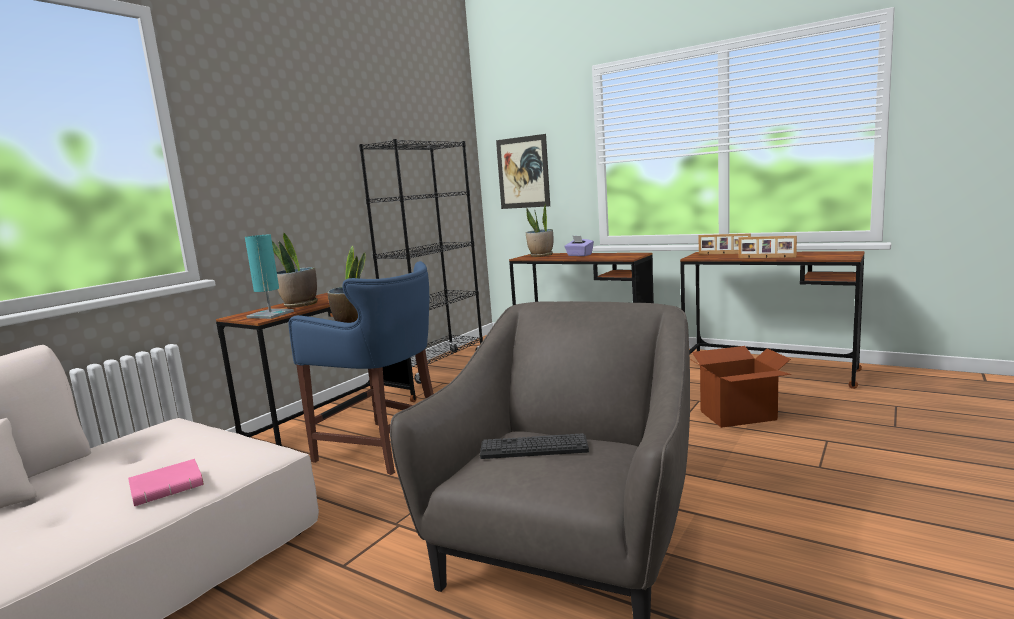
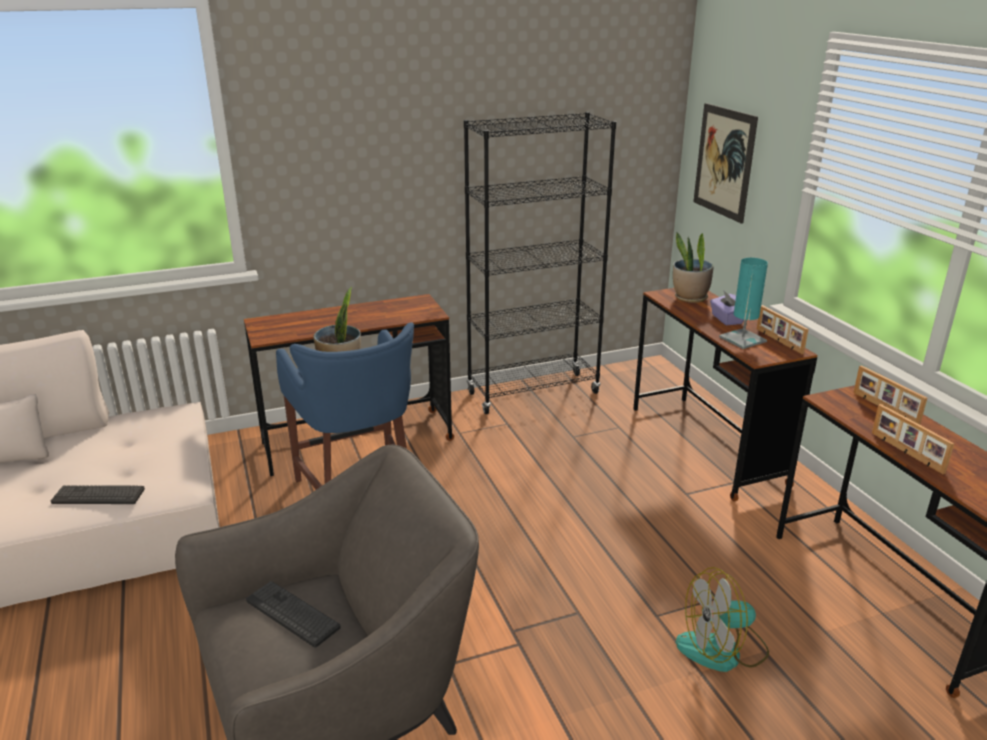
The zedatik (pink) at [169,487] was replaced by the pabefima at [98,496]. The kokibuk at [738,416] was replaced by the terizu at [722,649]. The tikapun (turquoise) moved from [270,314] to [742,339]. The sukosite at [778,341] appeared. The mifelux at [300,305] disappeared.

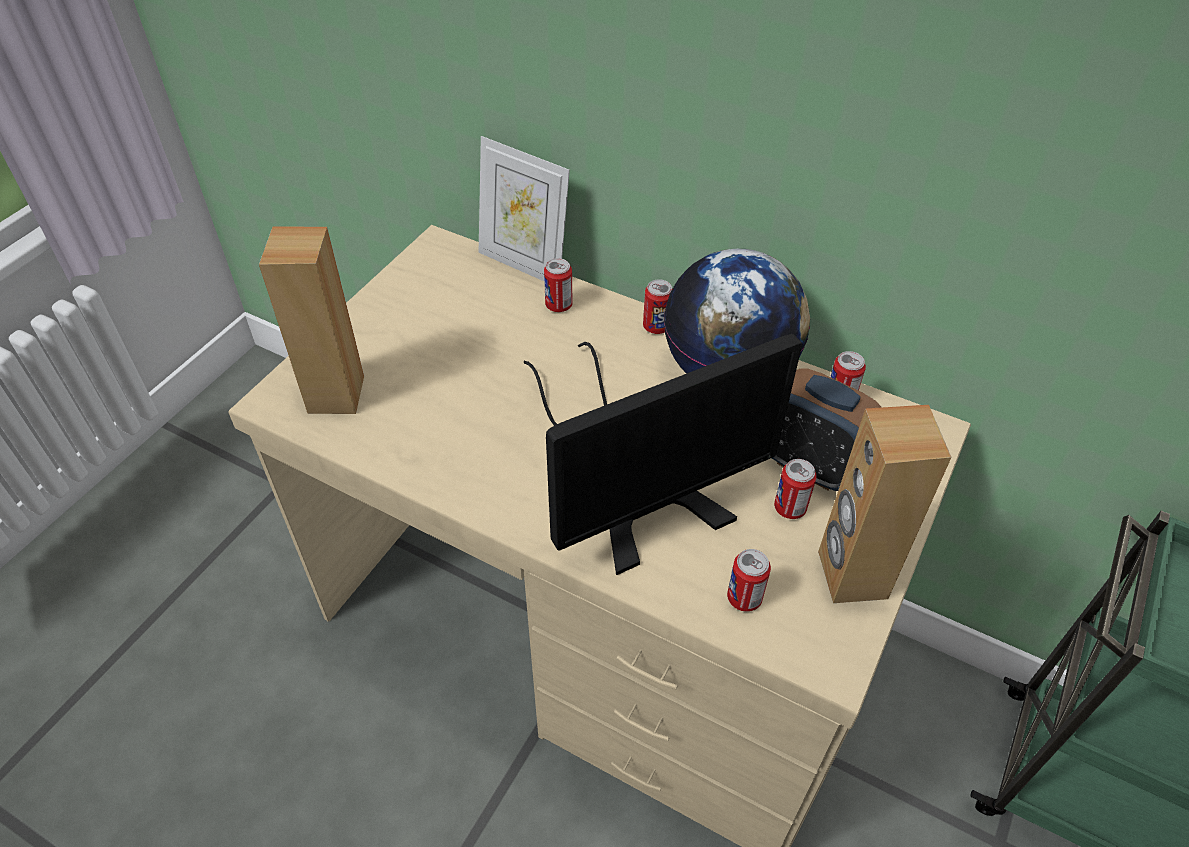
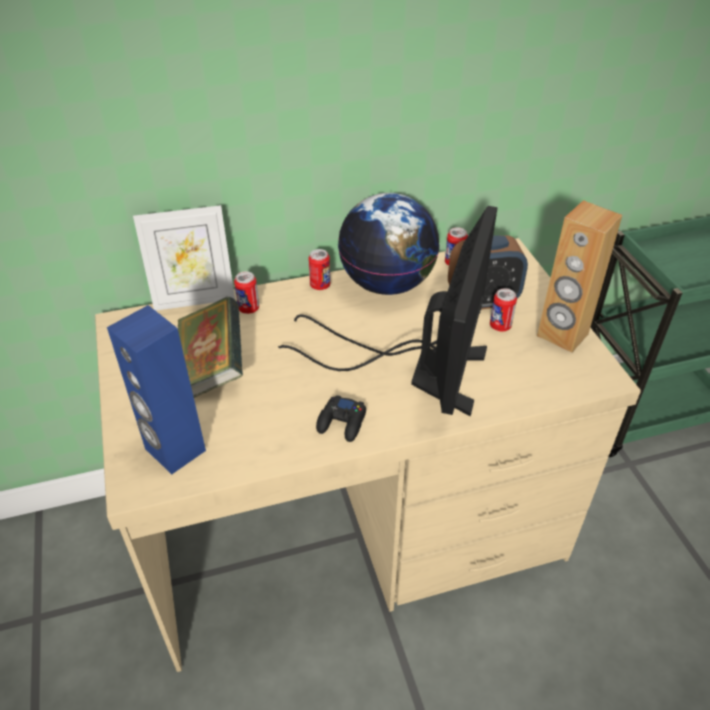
The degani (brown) at [335,394] became the degani (blue) at [174,450]. The zedatik at [213,369] appeared. The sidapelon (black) at [342,423] appeared. The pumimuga at [744,598] disappeared.

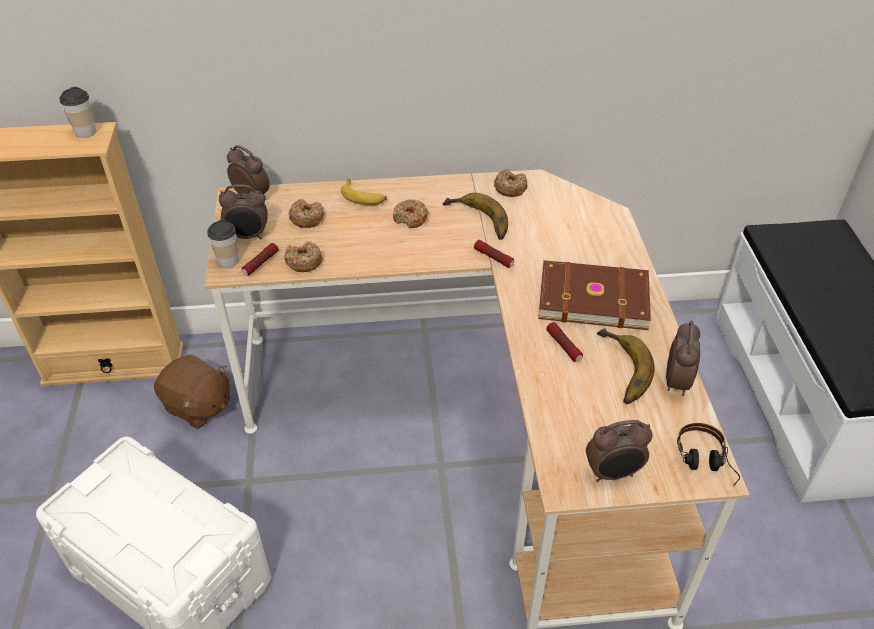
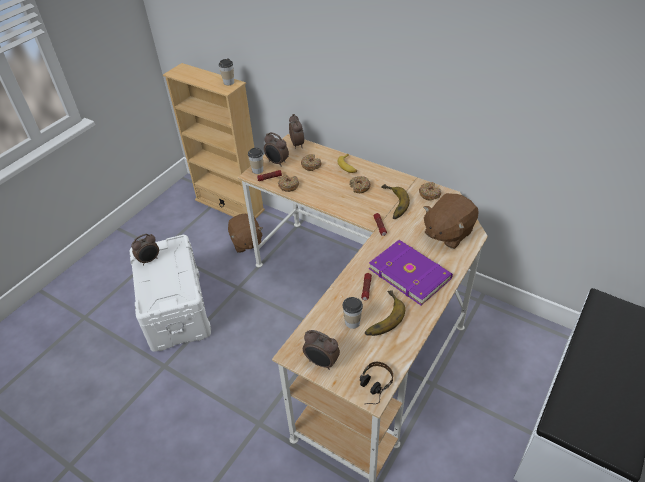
The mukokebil moved from [677,382] to [149,260]. The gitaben at [352,322] appeared. The zedatik (brown) at [592,297] became the zedatik (purple) at [410,272]. The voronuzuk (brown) at [447,233] appeared.

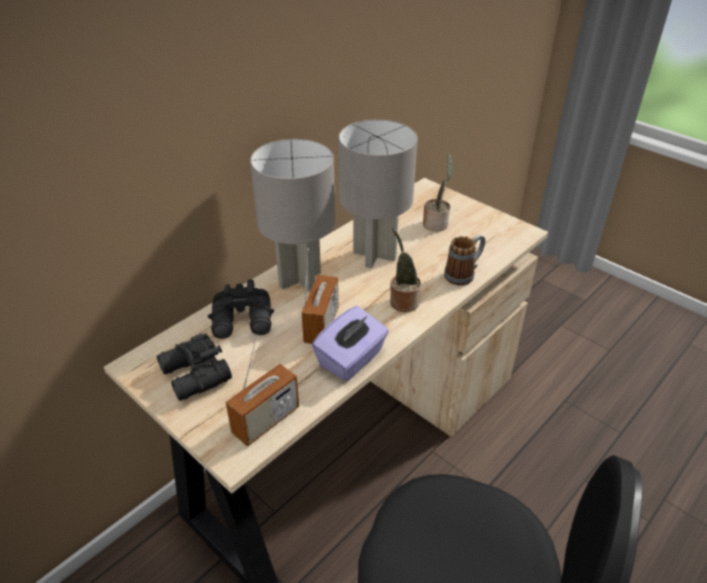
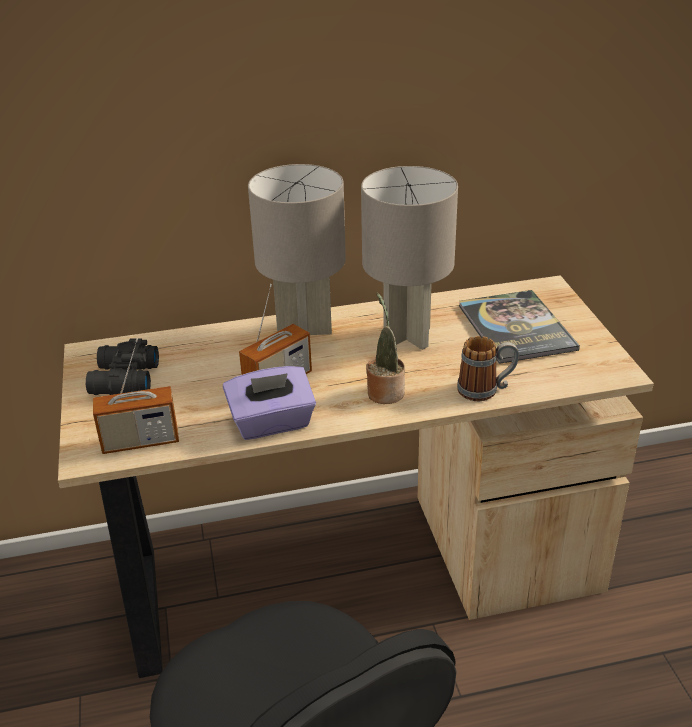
The mifelux at [436,223] was replaced by the zedatik at [516,328]. The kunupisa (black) at [244,322] disappeared.

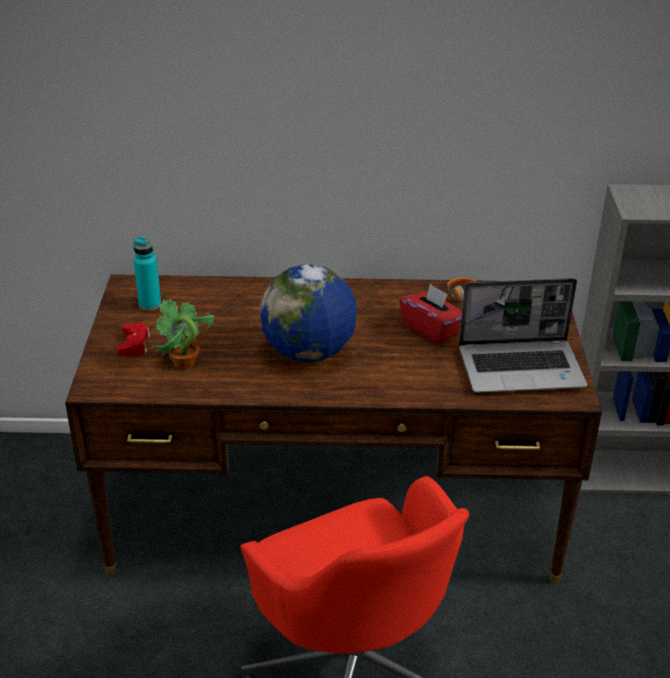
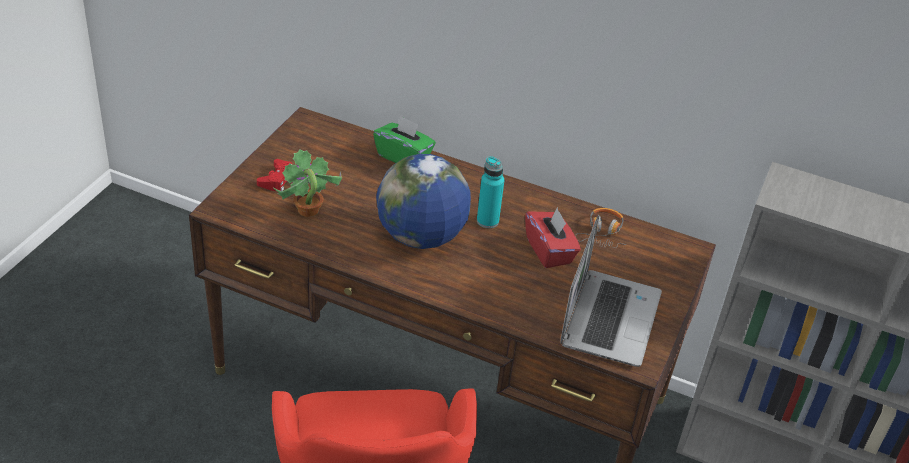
The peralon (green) at [403,157] appeared. The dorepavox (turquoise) moved from [150,304] to [487,221]. The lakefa at [522,367] turned 90 degrees counterclockwise.

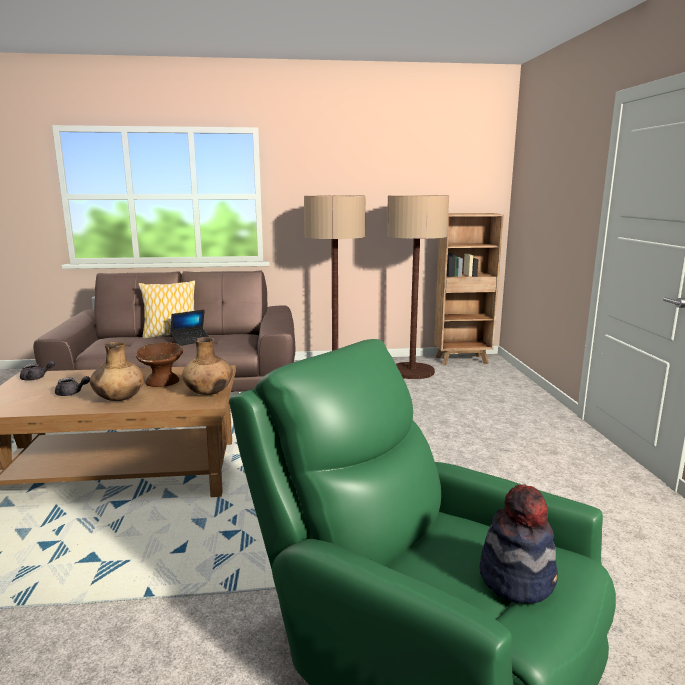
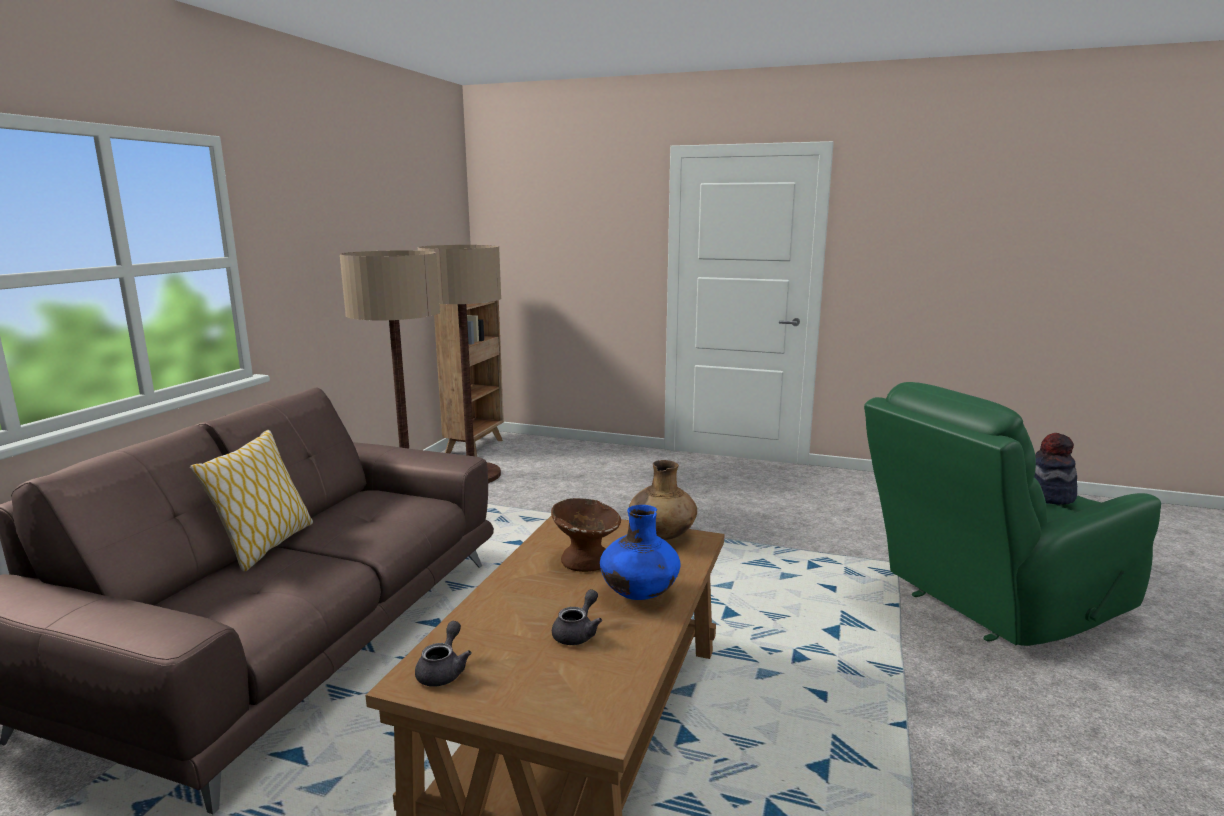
The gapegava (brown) at [119,399] became the gapegava (blue) at [639,594]. The lakefa at [191,340] disappeared.

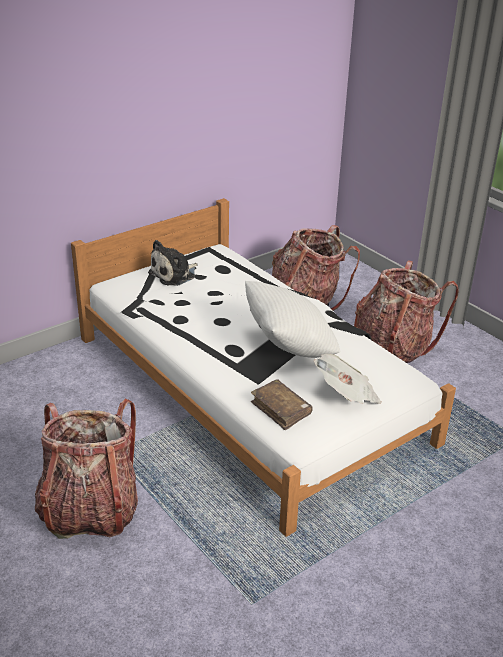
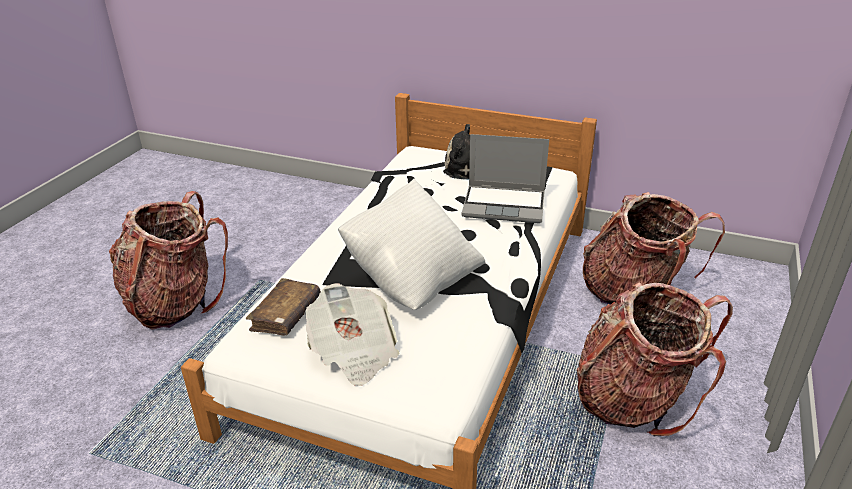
The lakefa at [505,205] appeared.

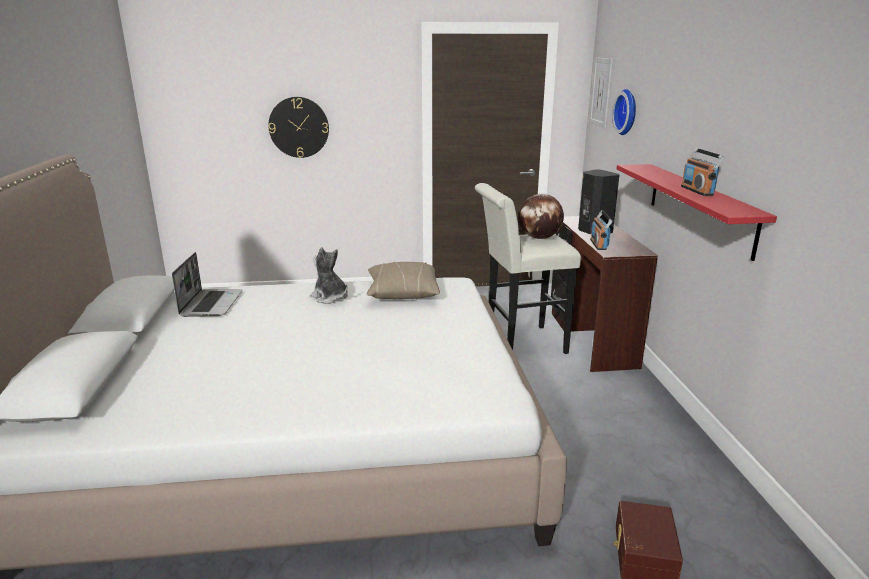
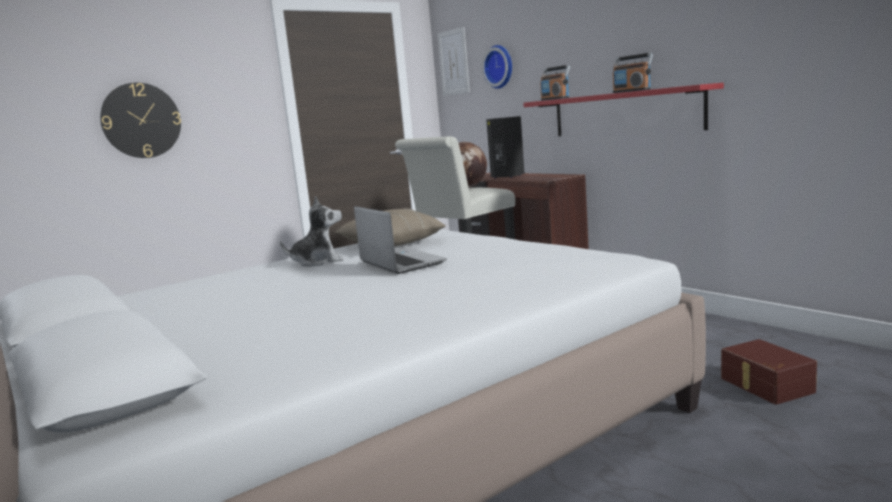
The voronuzuk at [330,297] turned 150 degrees clockwise. The lakefa moved from [211,304] to [400,263]. The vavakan moved from [598,244] to [555,99].

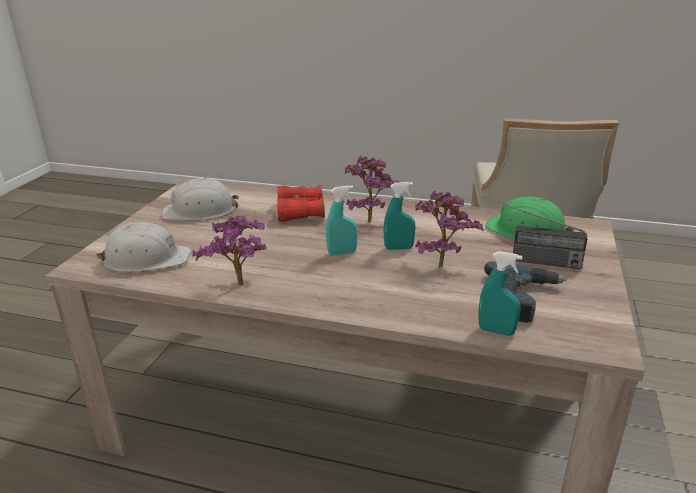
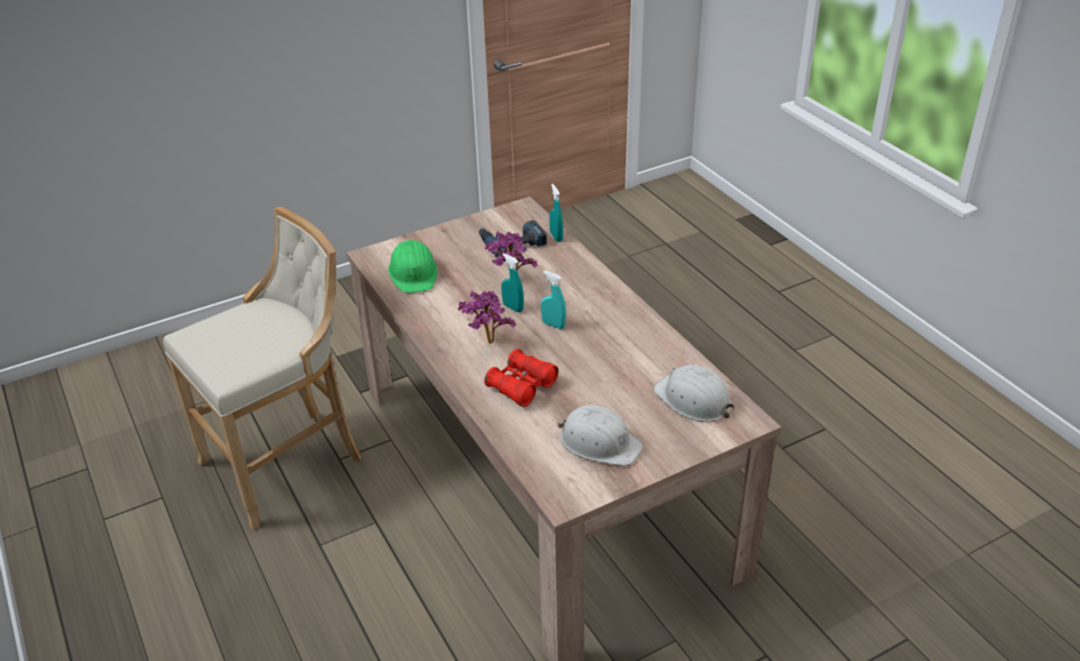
The mifelux at [240,287] disappeared. The vavakan at [527,259] disappeared.

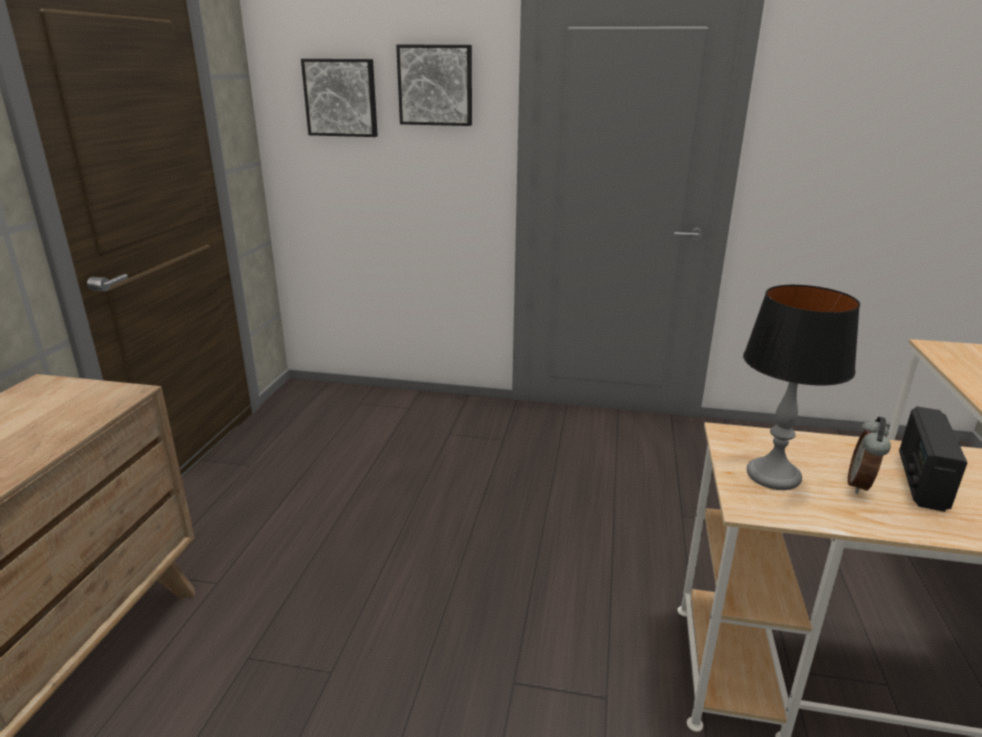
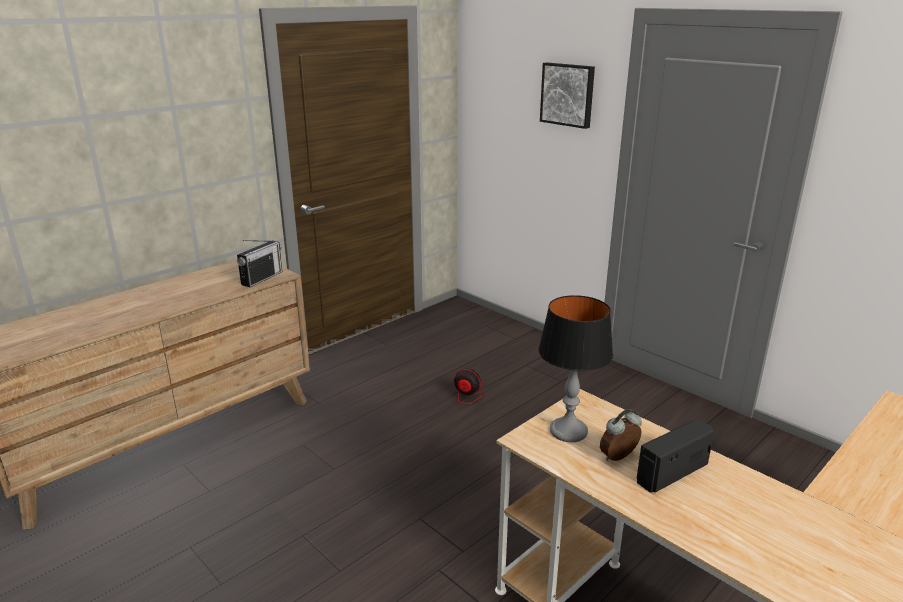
The vavakan at [262,278] appeared. The terizu at [454,401] appeared. The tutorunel at [341,98] disappeared.

